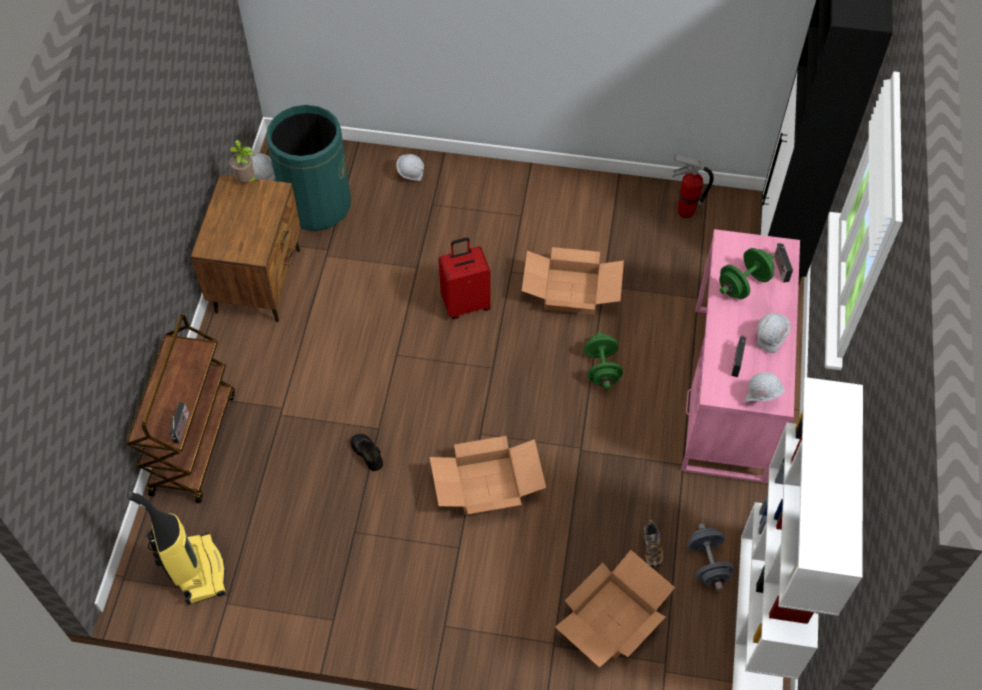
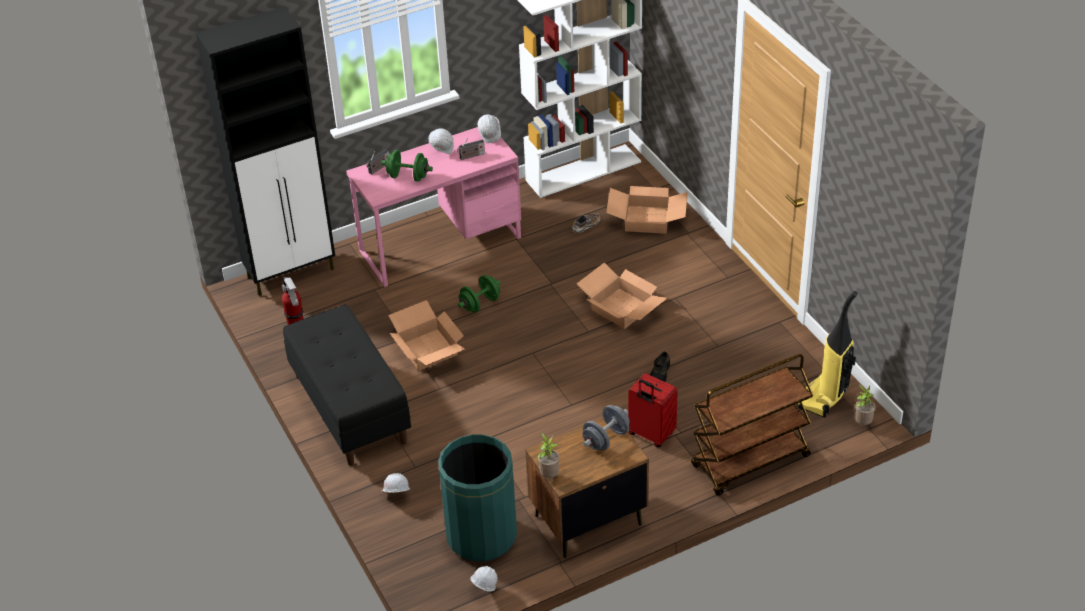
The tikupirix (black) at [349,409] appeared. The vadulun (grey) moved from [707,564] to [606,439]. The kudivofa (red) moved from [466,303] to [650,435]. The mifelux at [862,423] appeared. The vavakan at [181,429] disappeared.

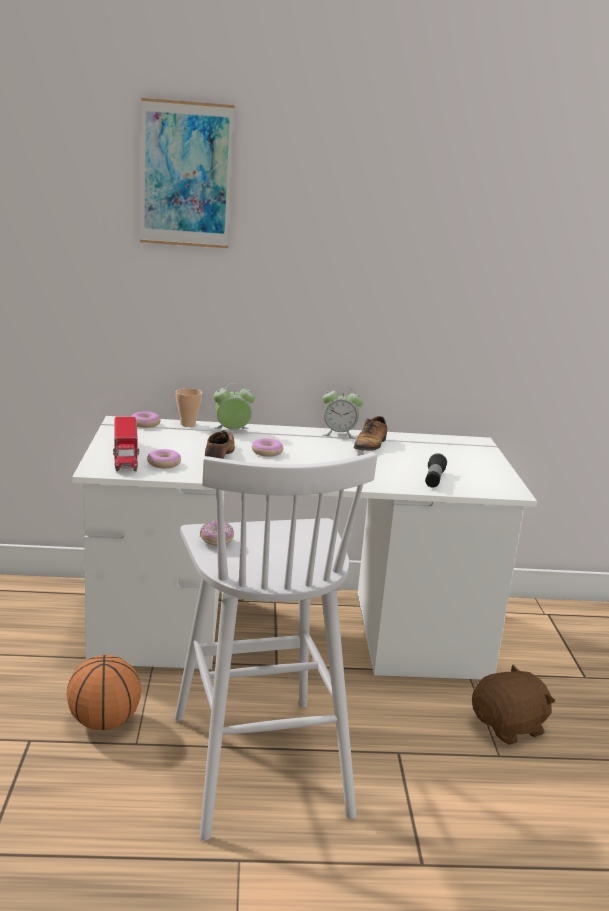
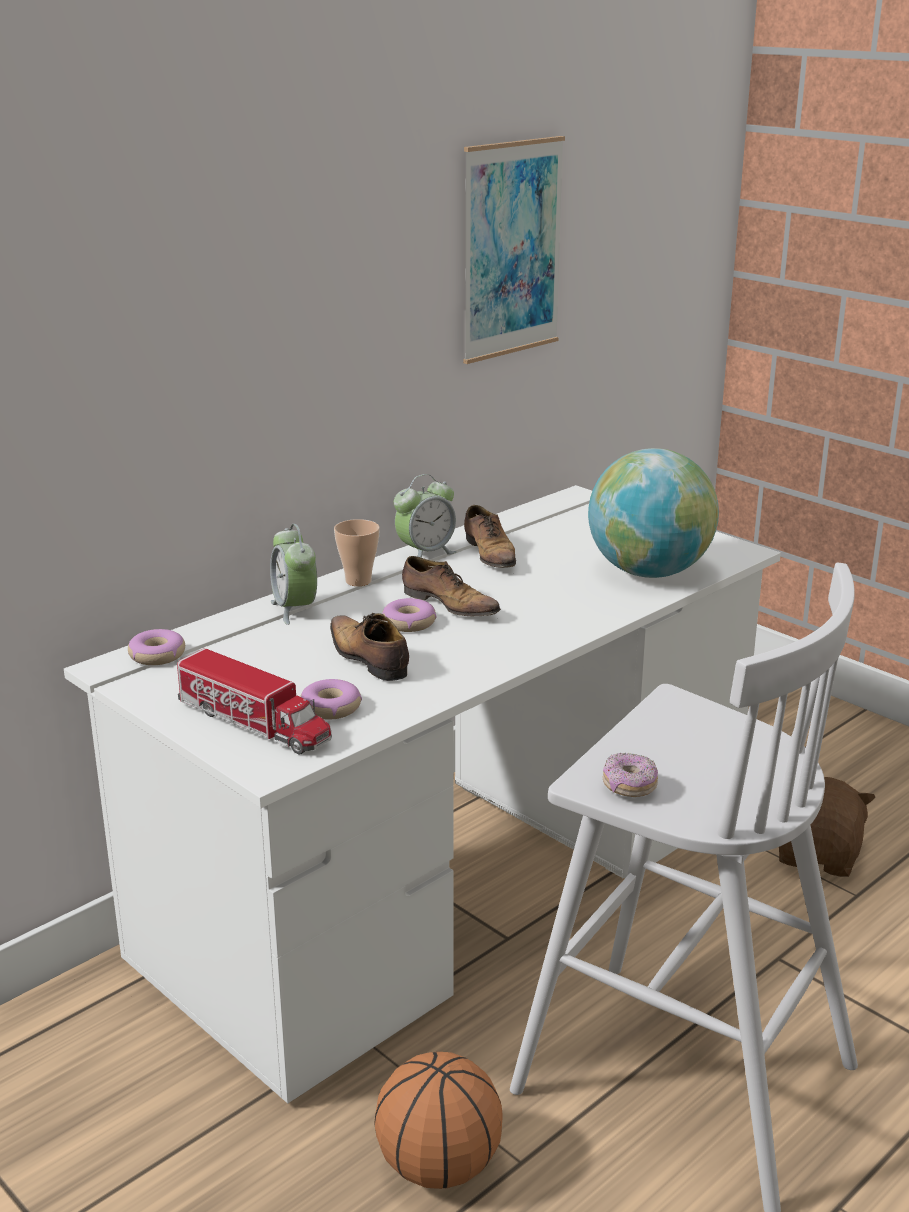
The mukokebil at [232,431] turned 60 degrees counterclockwise. The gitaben moved from [188,424] to [358,581]. The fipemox at [449,604] appeared. The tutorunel moved from [186,175] to [512,249]. The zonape at [434,479] was replaced by the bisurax at [648,572].

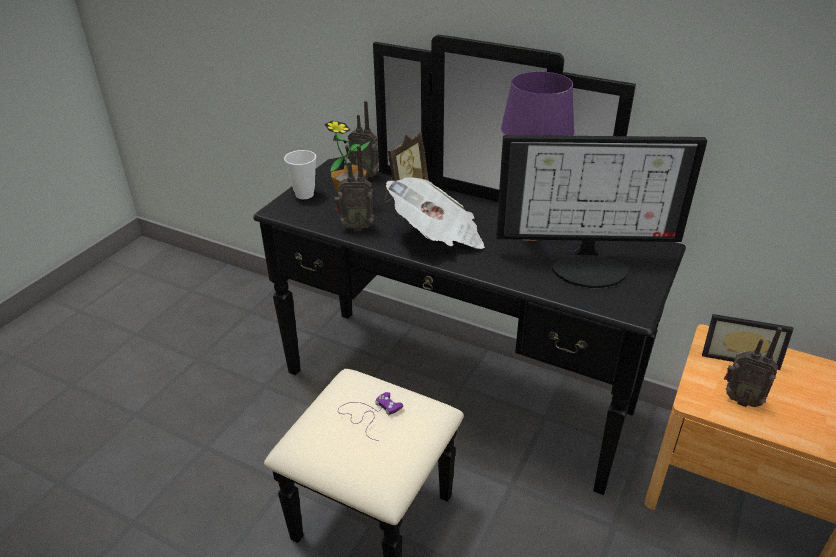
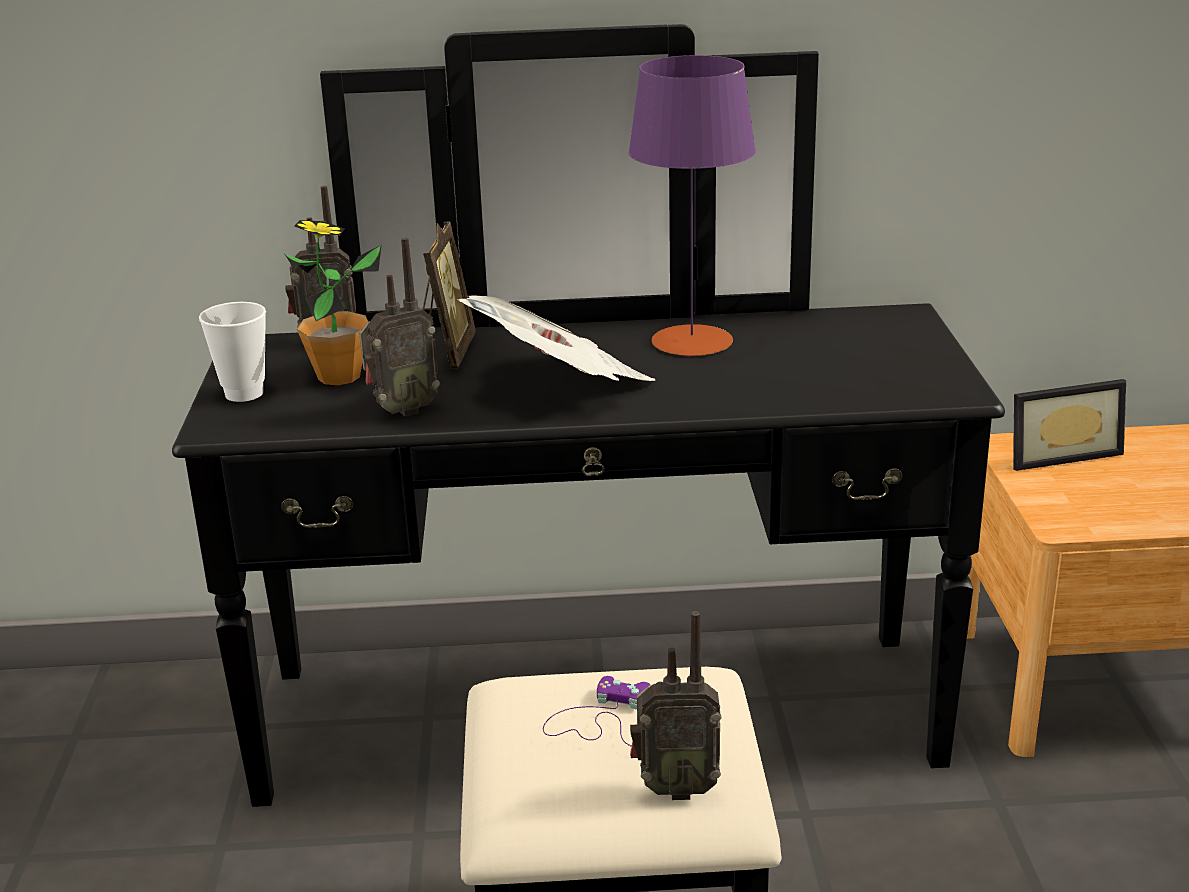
The vavakan moved from [740,399] to [675,788]. The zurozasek at [590,266] disappeared.

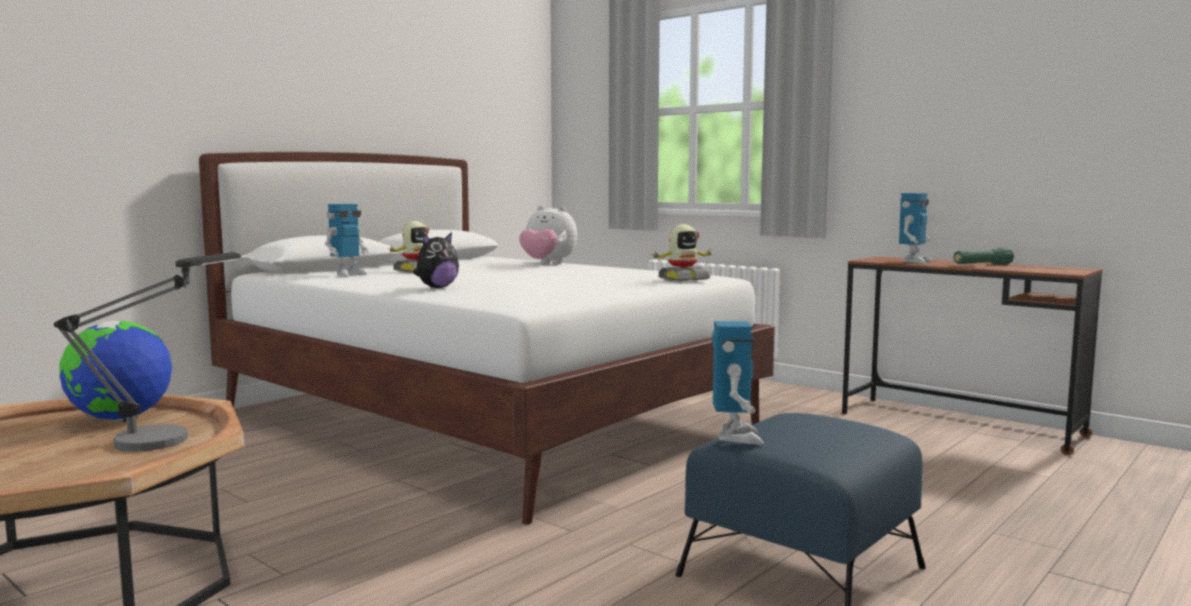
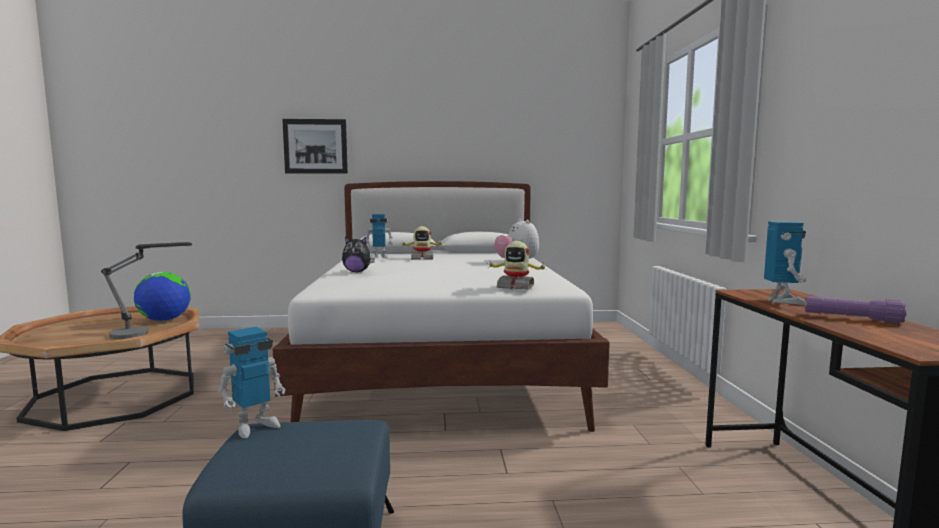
The tutorunel at [315,146] appeared. The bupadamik at [914,262] turned 75 degrees counterclockwise. The zonape (green) at [982,265] became the zonape (purple) at [851,318].

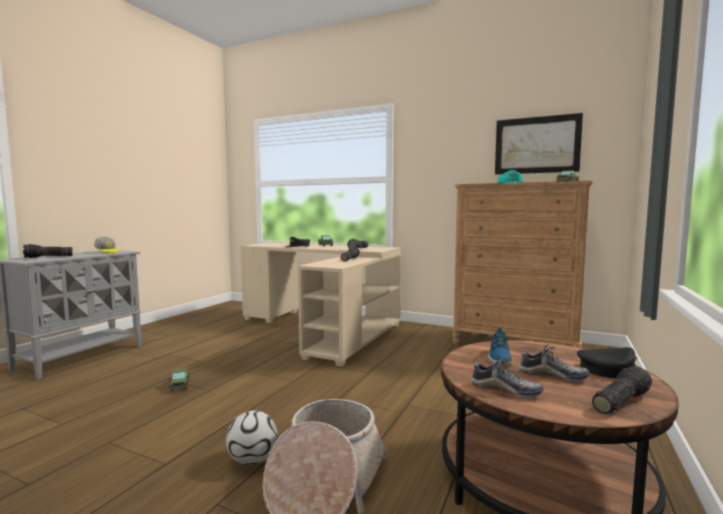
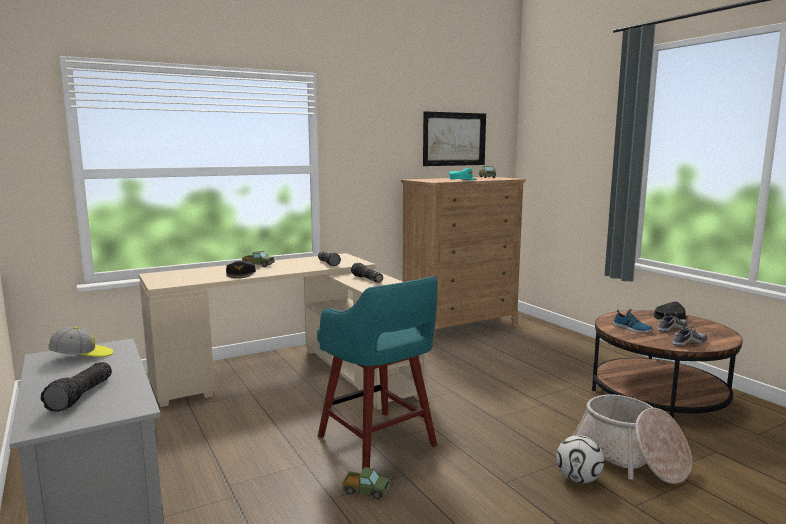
The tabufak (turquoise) at [378,442] appeared. The zonape at [618,401] disappeared.

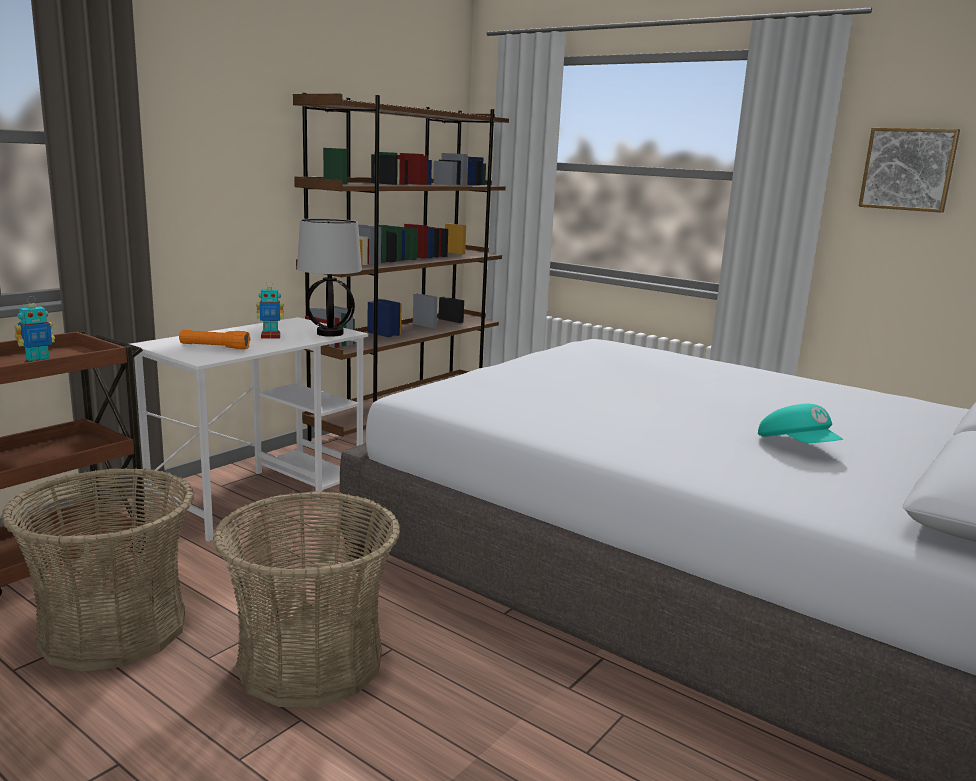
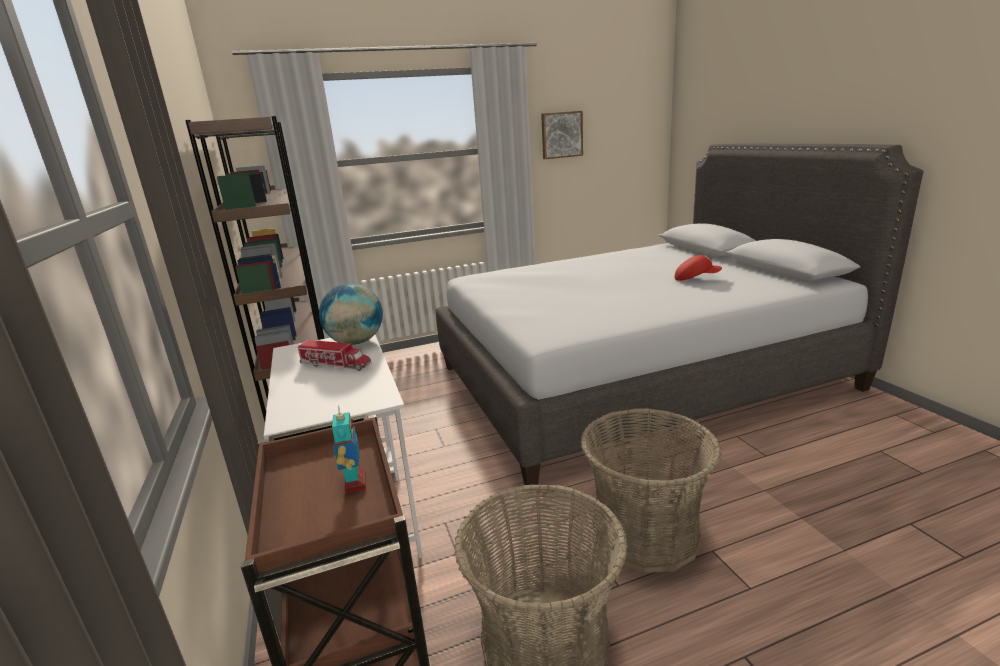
The bupadamik at [270,337] was replaced by the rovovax at [336,365]. The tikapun at [329,333] was replaced by the bisurax at [356,342]. The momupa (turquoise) at [797,447] became the momupa (red) at [696,278]. The zonape (orange) at [214,347] disappeared.

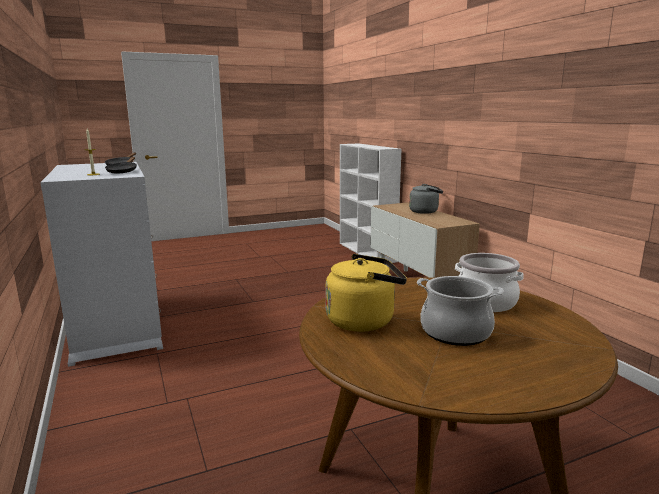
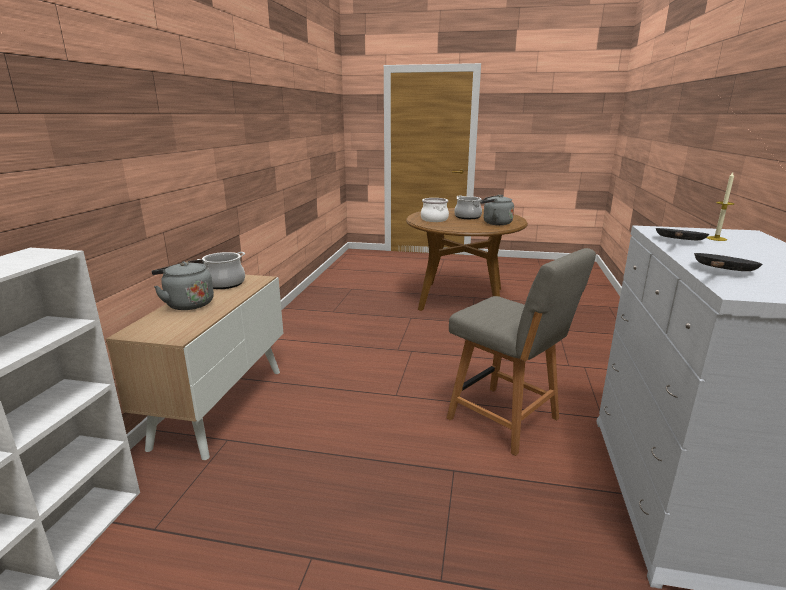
The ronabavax at [225,283] appeared. The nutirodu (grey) at [506,420] appeared. The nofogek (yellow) at [364,321] became the nofogek (grey) at [495,223].

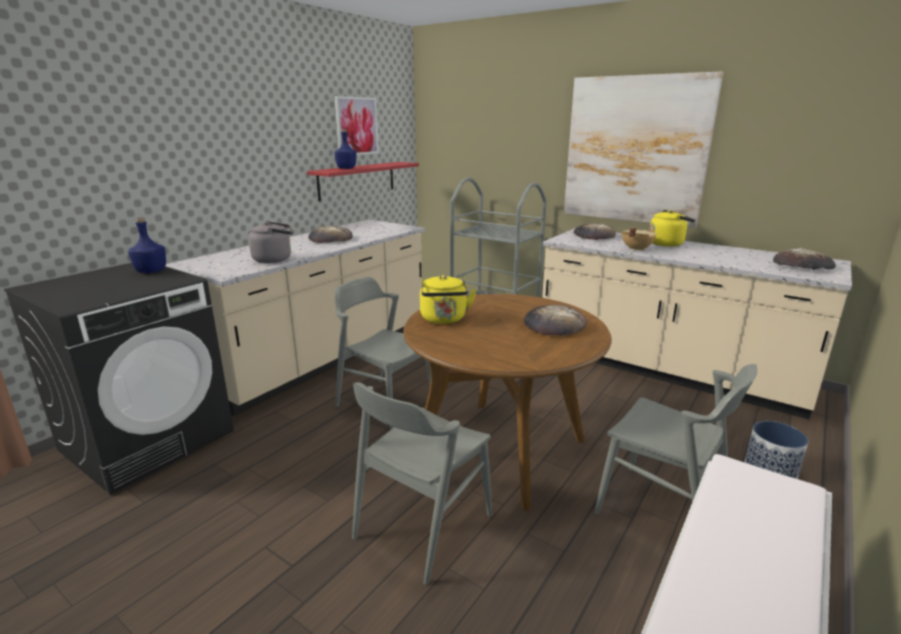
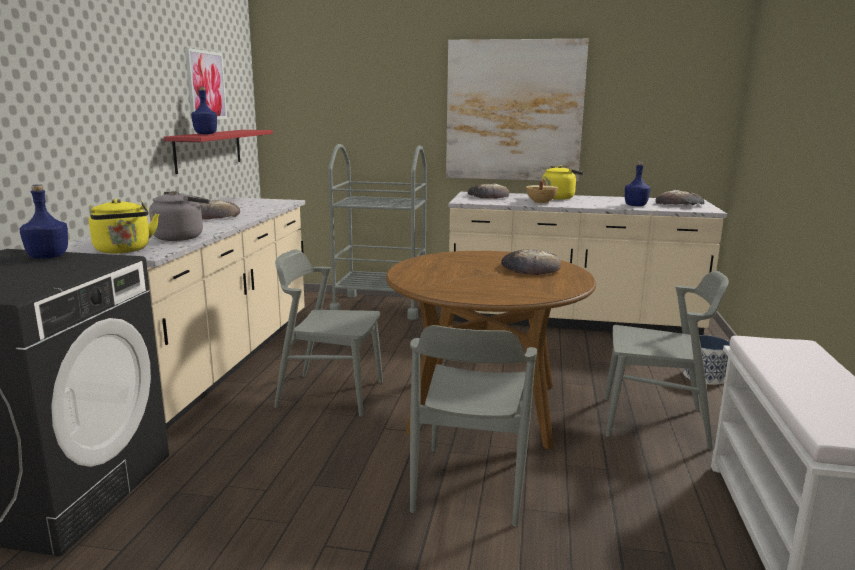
The nofogek (yellow) moved from [444,319] to [123,250]. The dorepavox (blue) at [635,205] appeared.

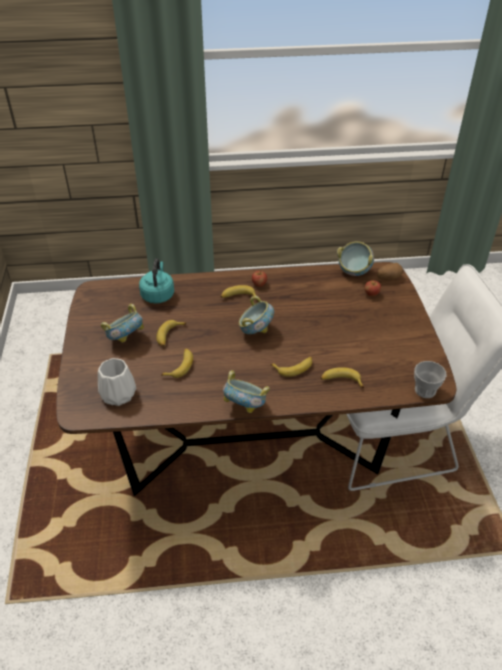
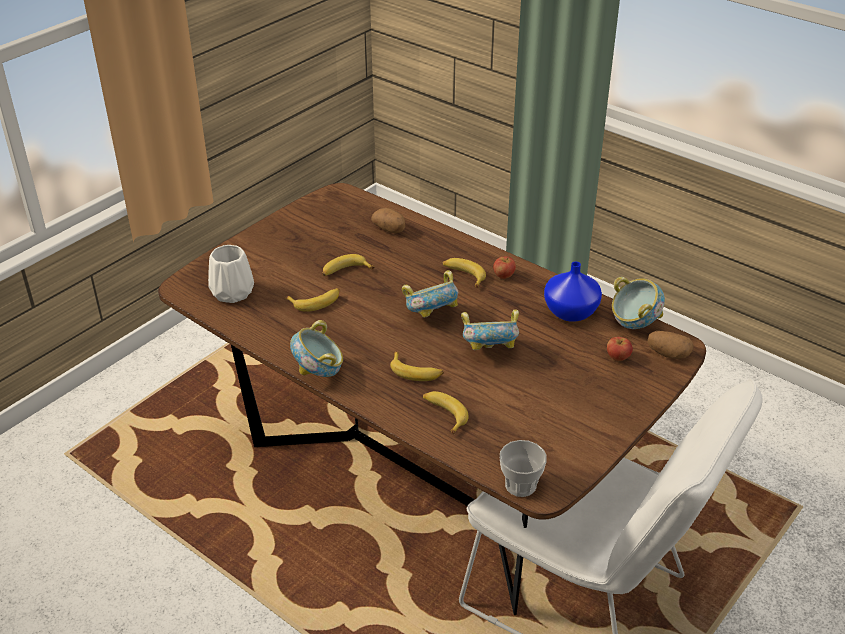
The nofogek (turquoise) at [158,294] was replaced by the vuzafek at [390,229]. The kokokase moved from [126,339] to [490,351]. The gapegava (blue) at [571,312] appeared.

